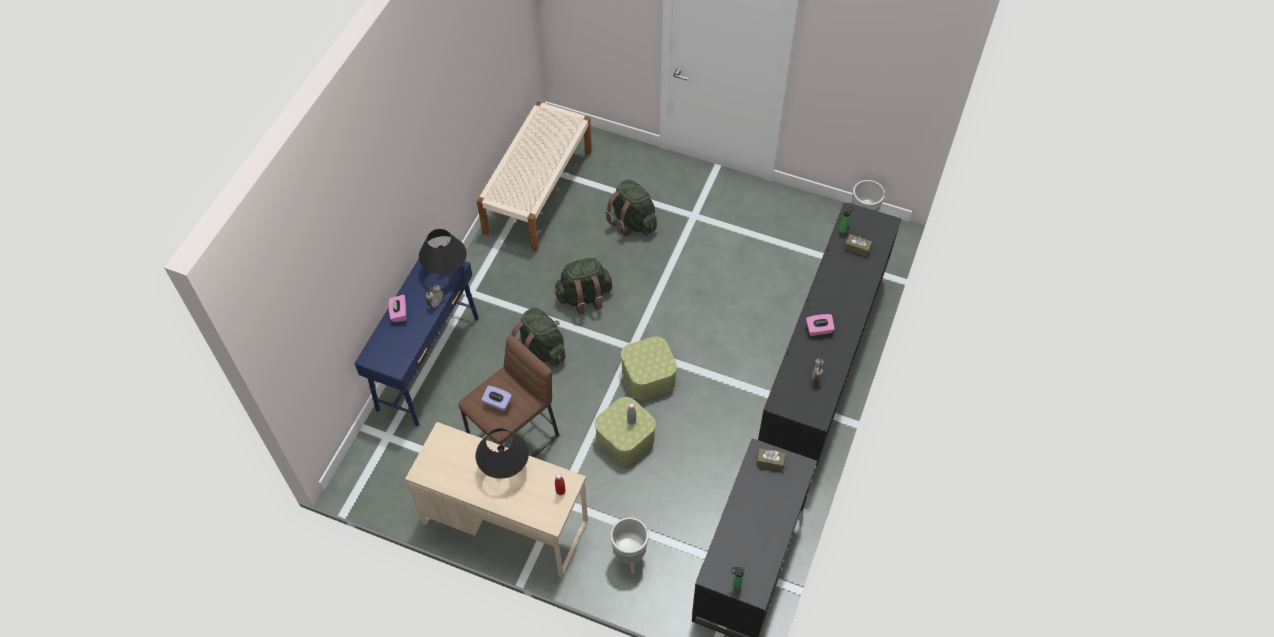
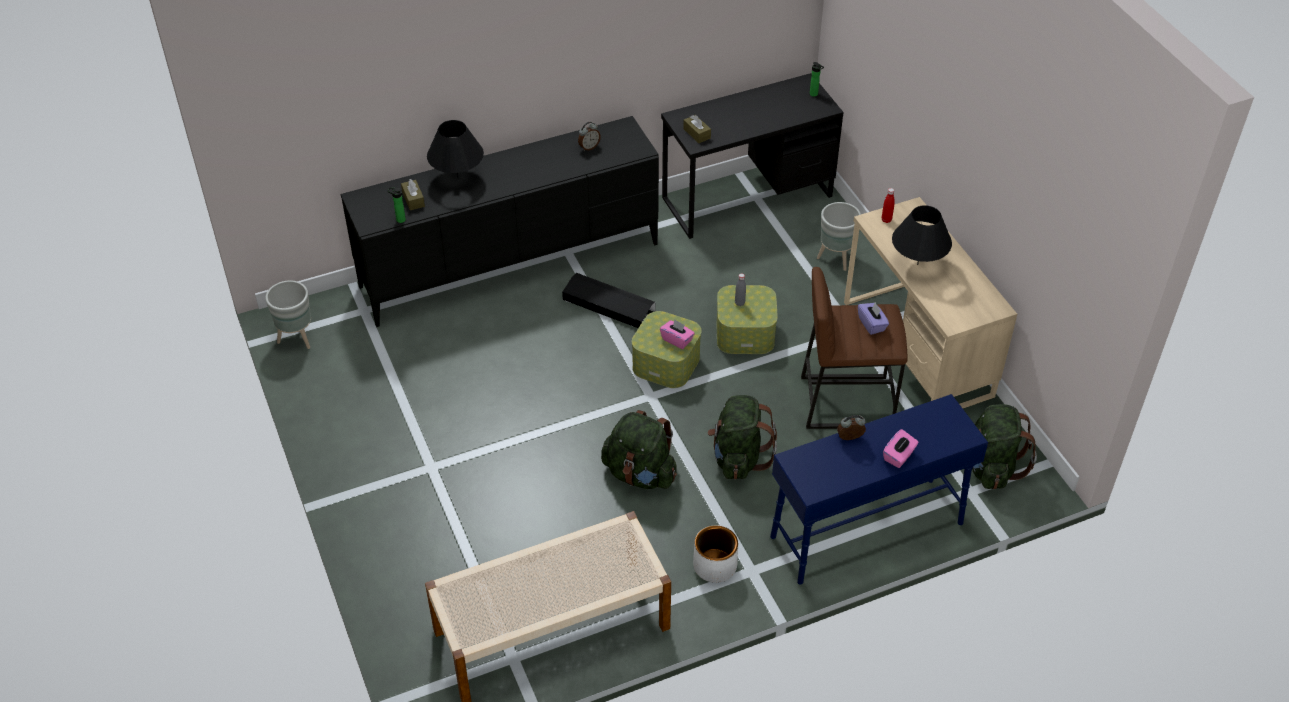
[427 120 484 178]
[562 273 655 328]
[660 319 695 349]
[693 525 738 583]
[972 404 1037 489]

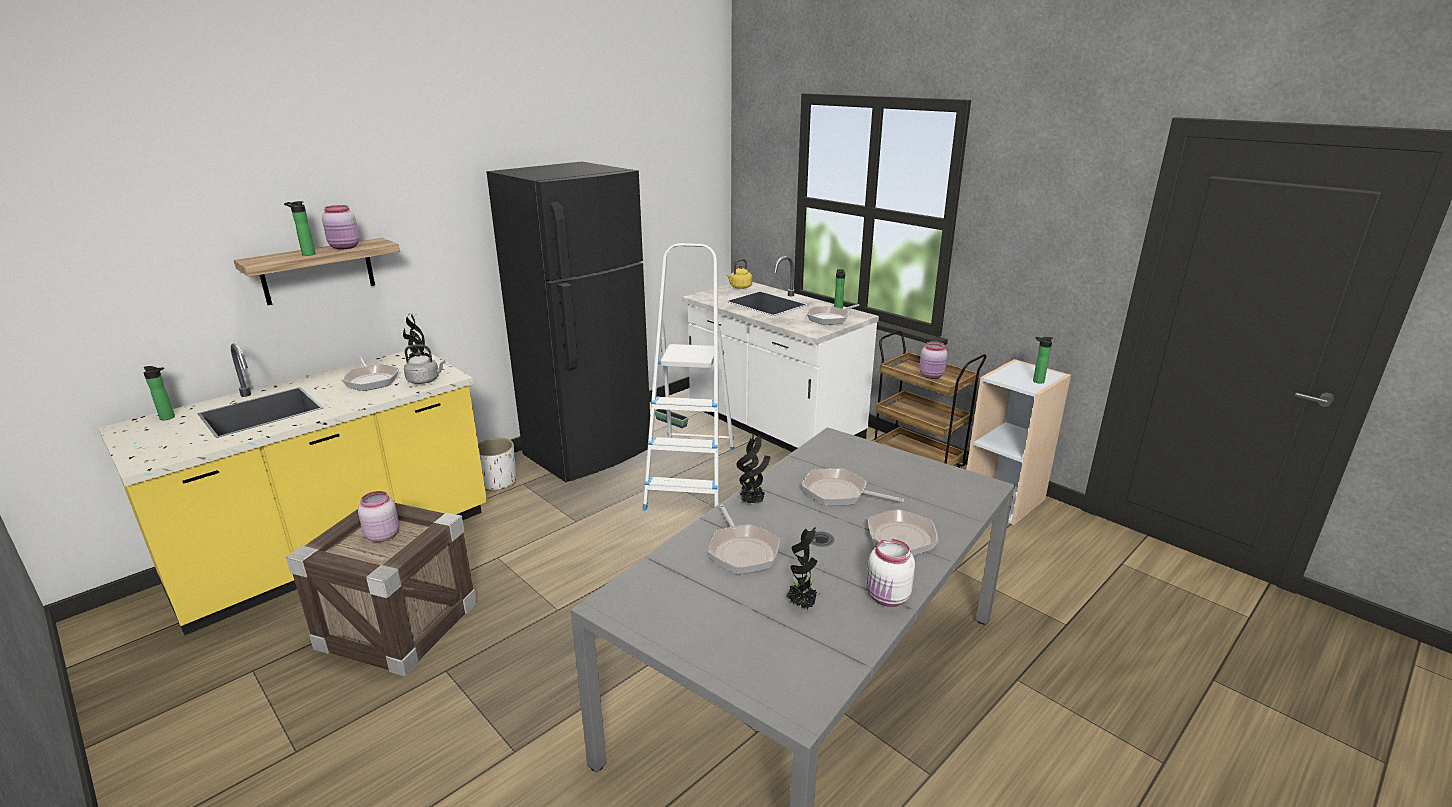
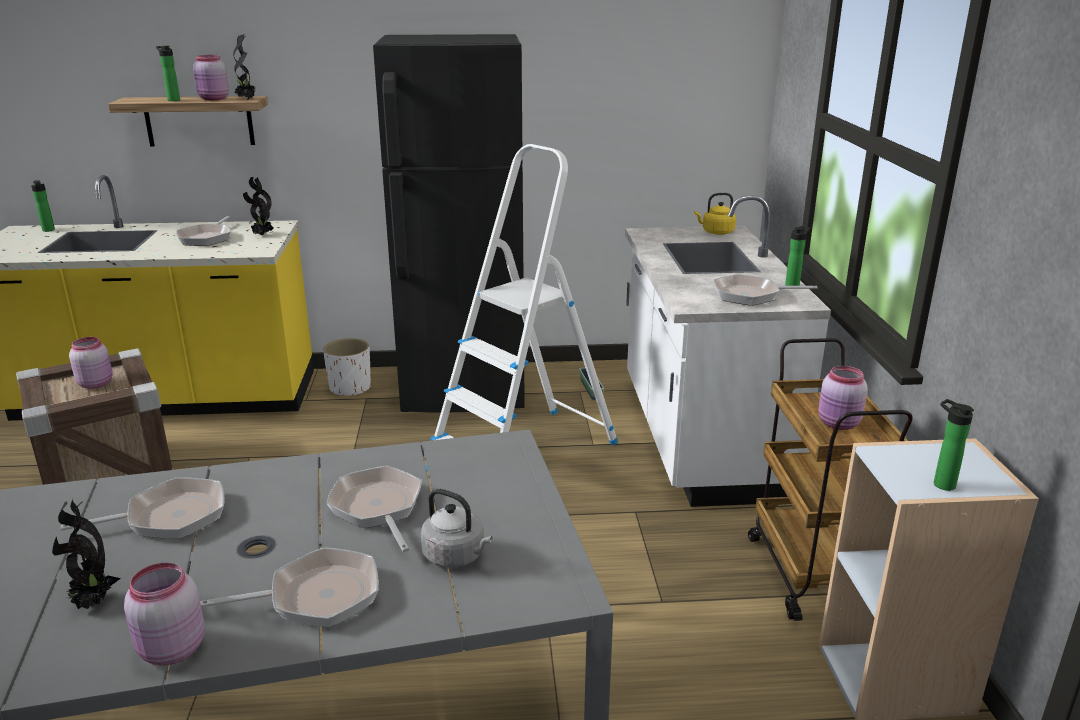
[60 478 225 539]
[124 562 205 665]
[233 34 256 100]
[421 489 493 568]

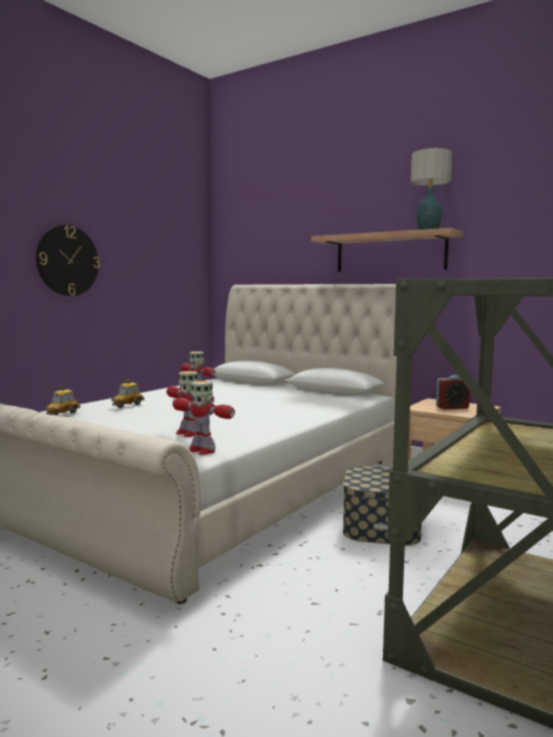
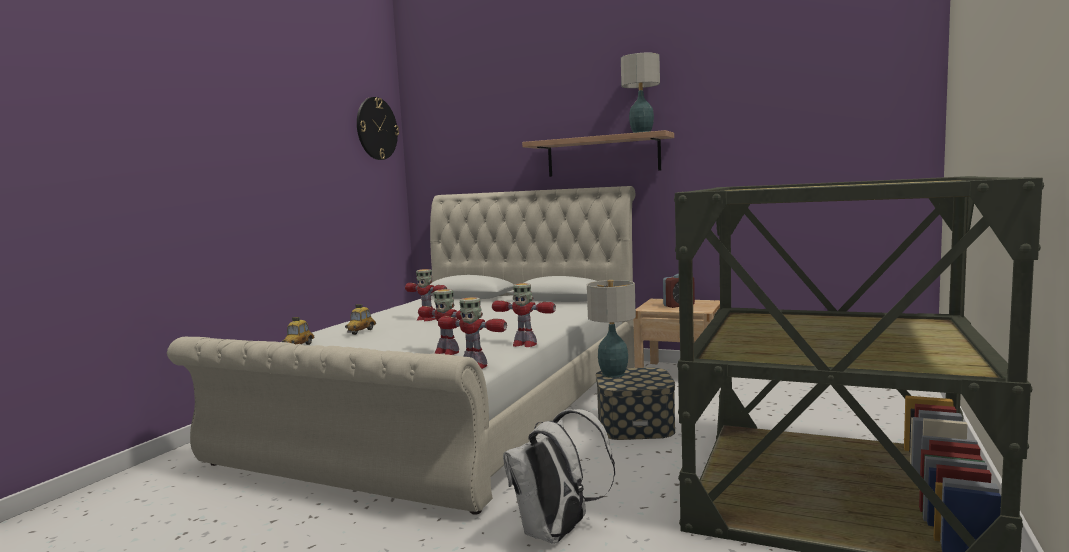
[357 97 399 160]
[492 283 556 347]
[503 409 615 544]
[587 280 636 378]

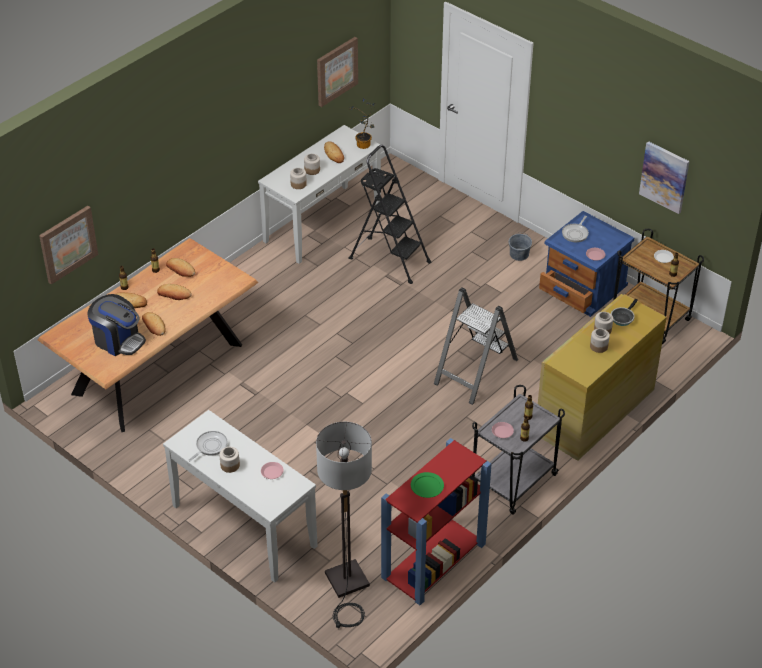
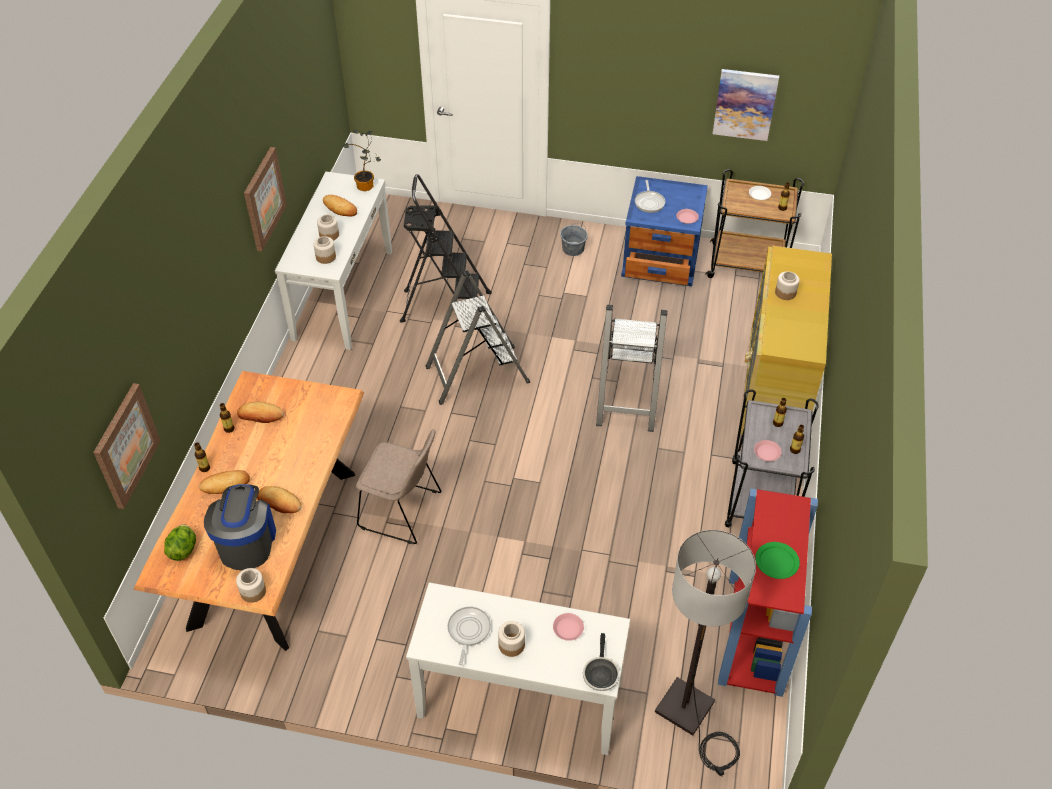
[164 524 196 561]
[204 484 276 570]
[236 568 266 603]
[244 147 287 252]
[356 429 441 544]
[425 271 530 405]
[583 633 619 691]
[157 284 192 300] (first image)

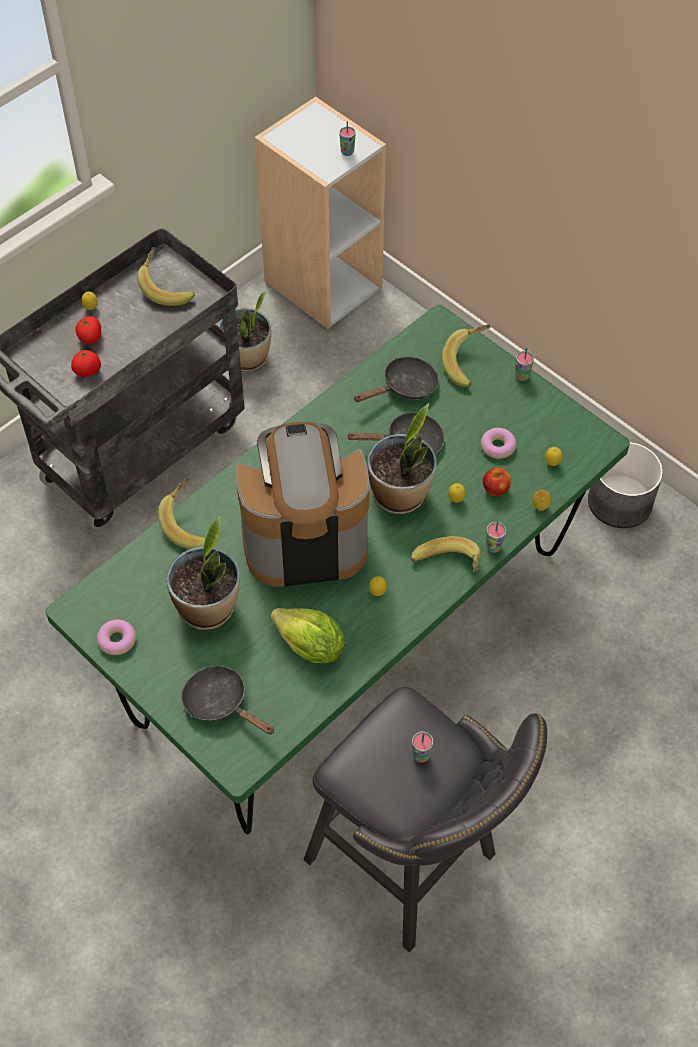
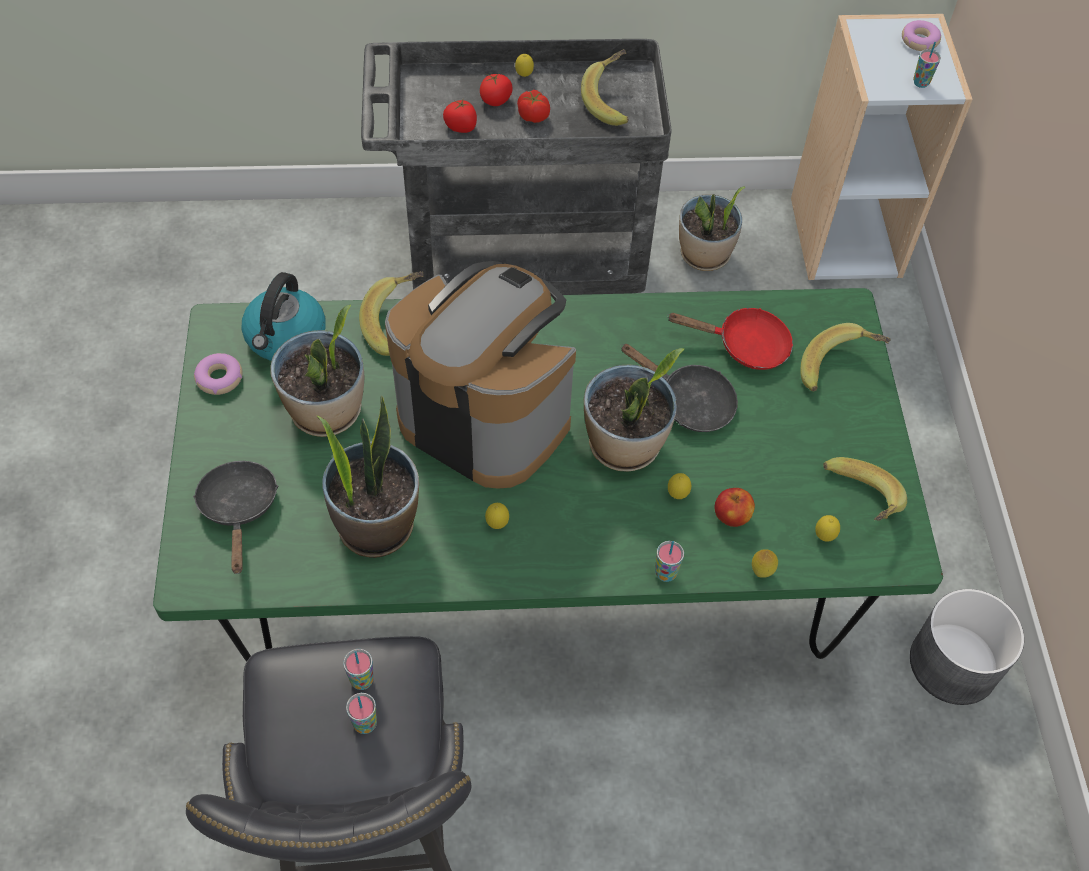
[241 272 326 361]
[317 395 419 558]
[343 649 374 690]
[517 90 550 123]
[667 308 793 370]
[823 457 907 521]
[902 20 941 51]

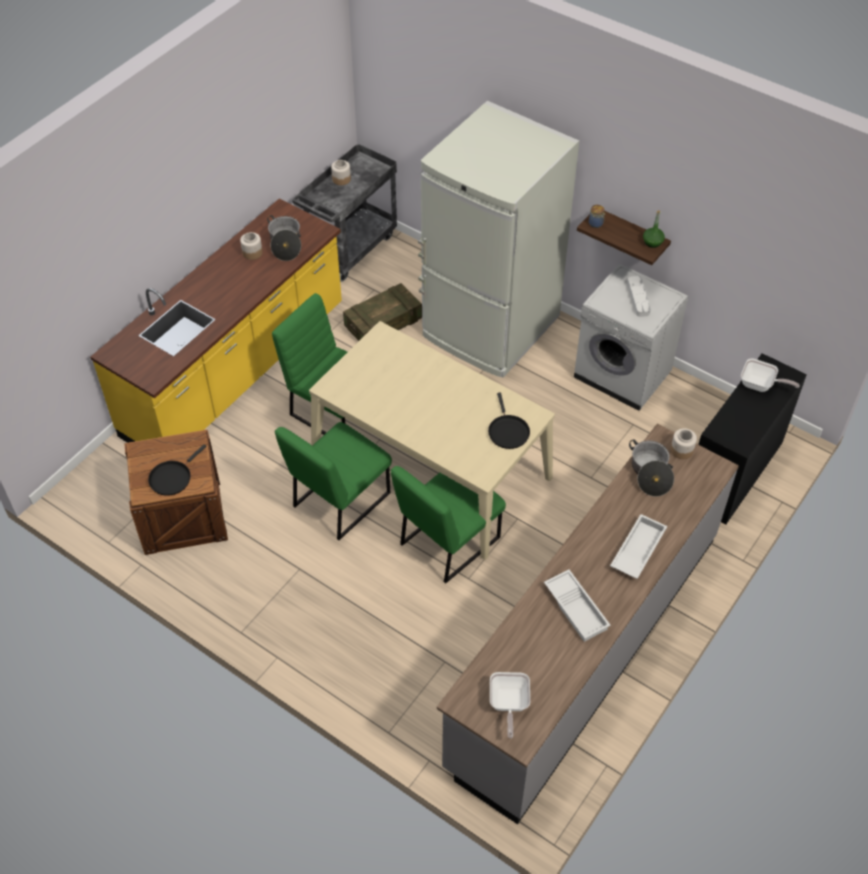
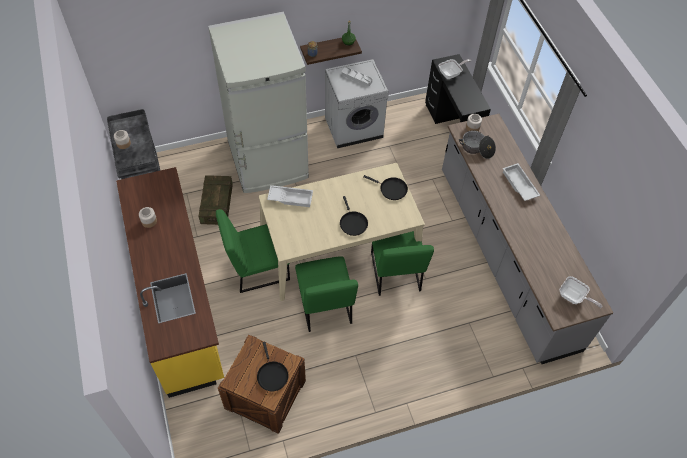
[267 185 313 207]
[340 196 368 236]
[267 215 301 261] (first image)

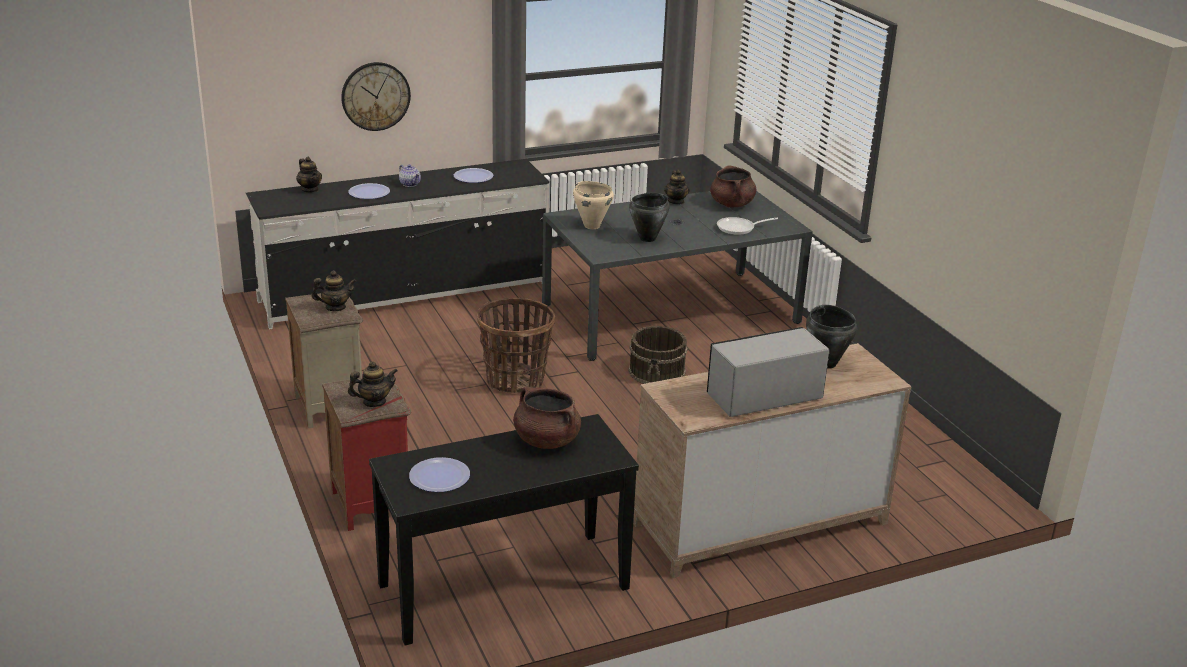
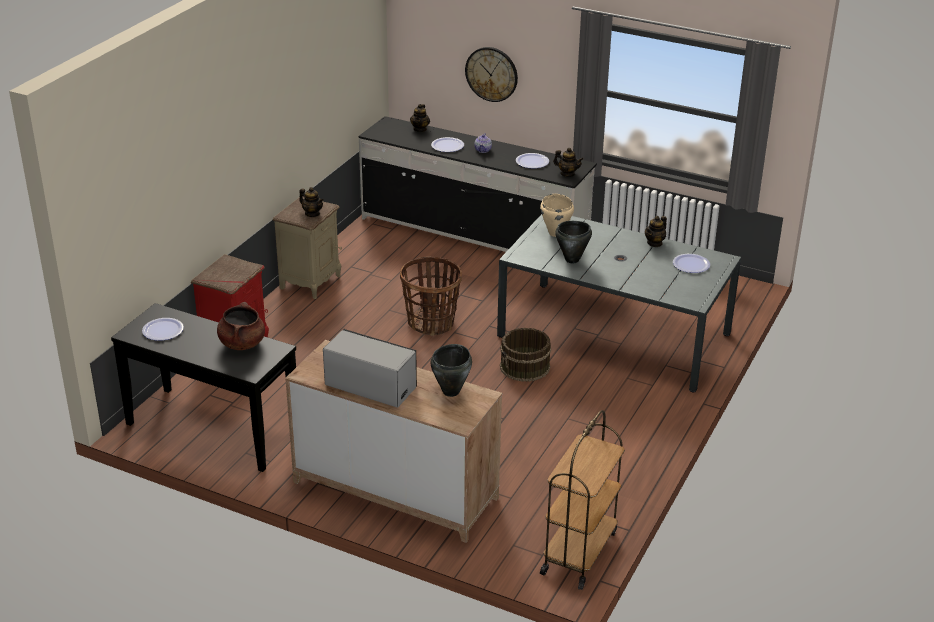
[540 410 625 590]
[553 148 584 177]
[673 254 710 273]
[717 217 778 235] (first image)

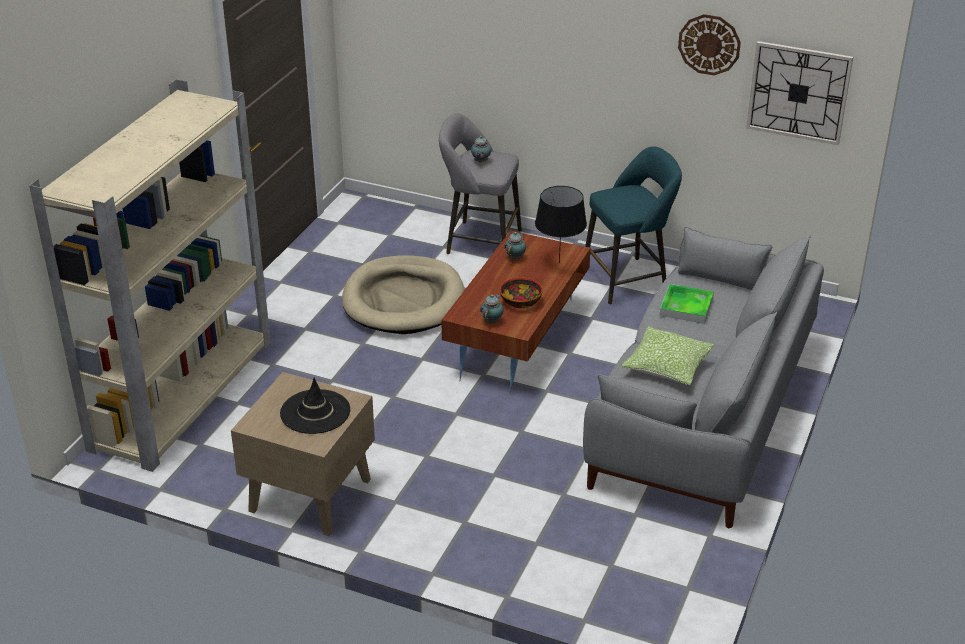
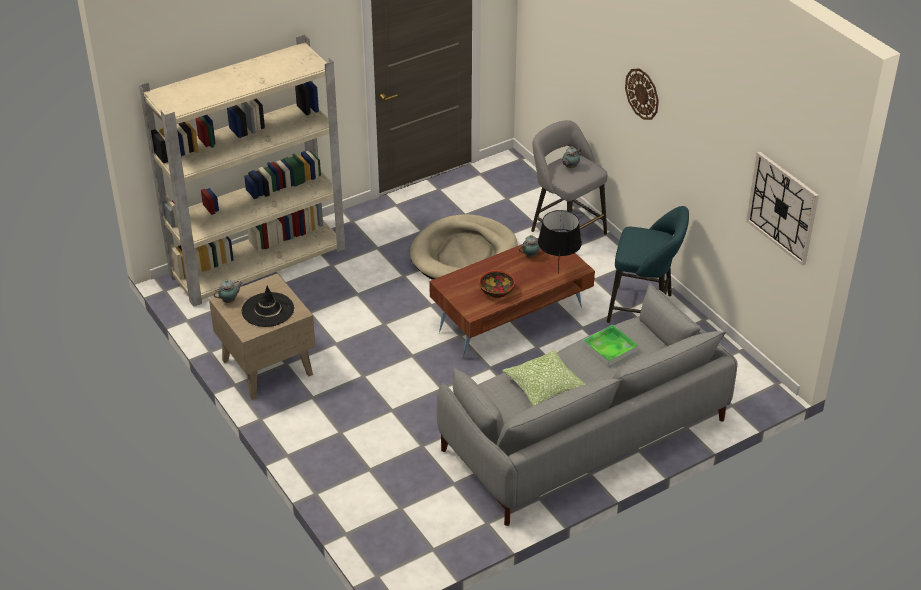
[214 280 243 303]
[625 68 659 120]

